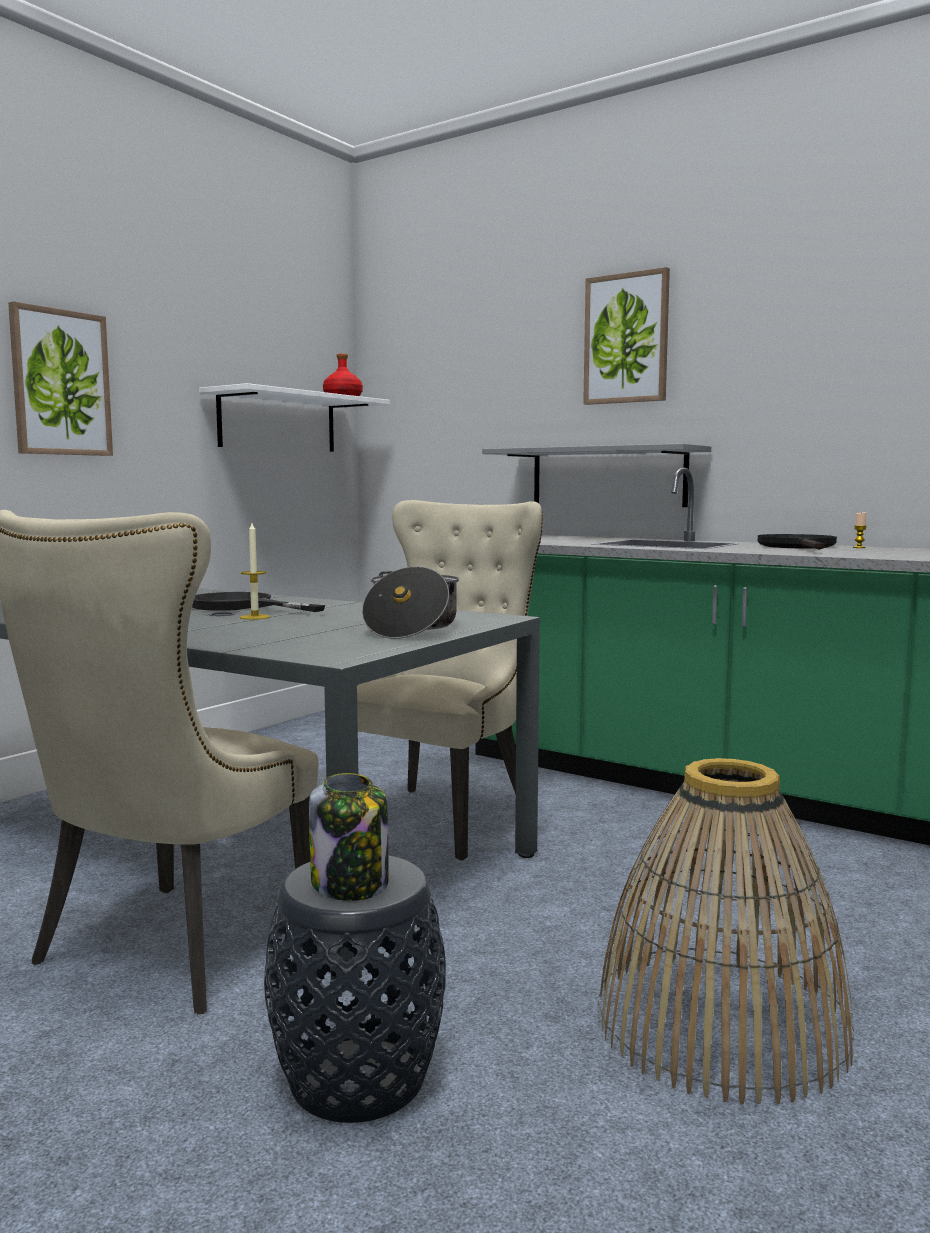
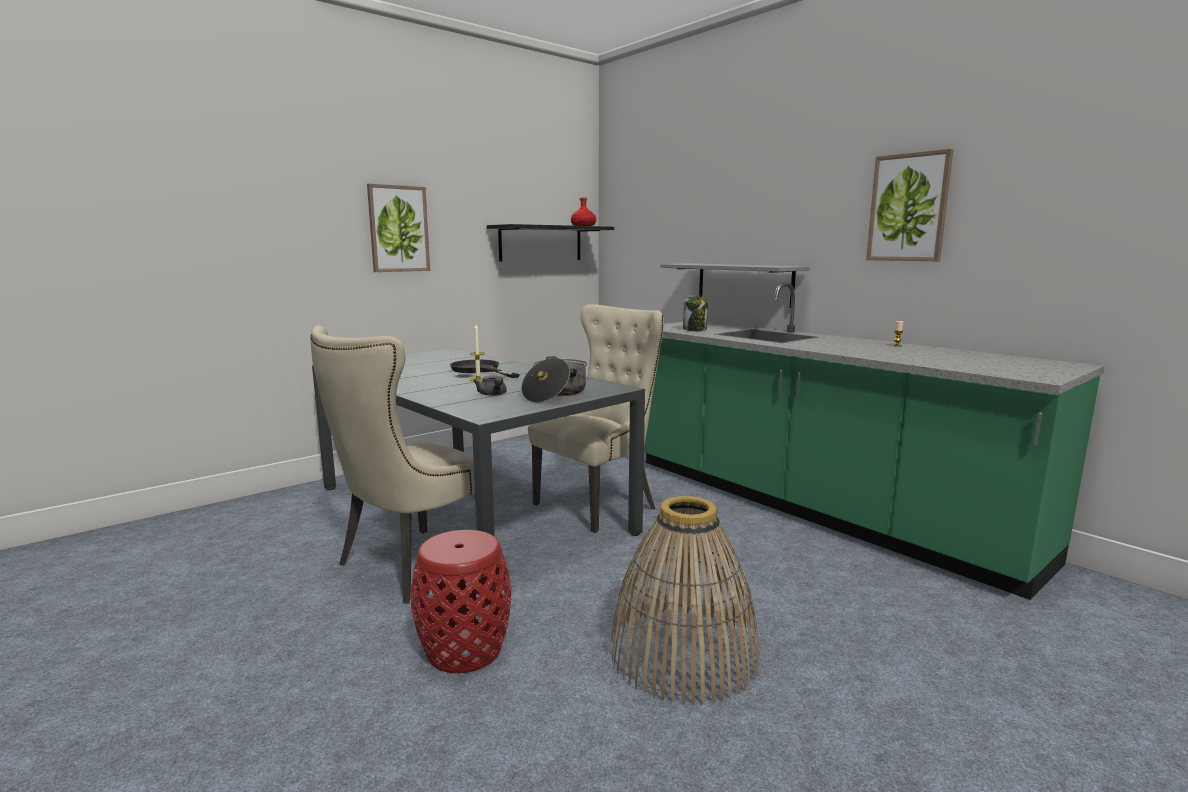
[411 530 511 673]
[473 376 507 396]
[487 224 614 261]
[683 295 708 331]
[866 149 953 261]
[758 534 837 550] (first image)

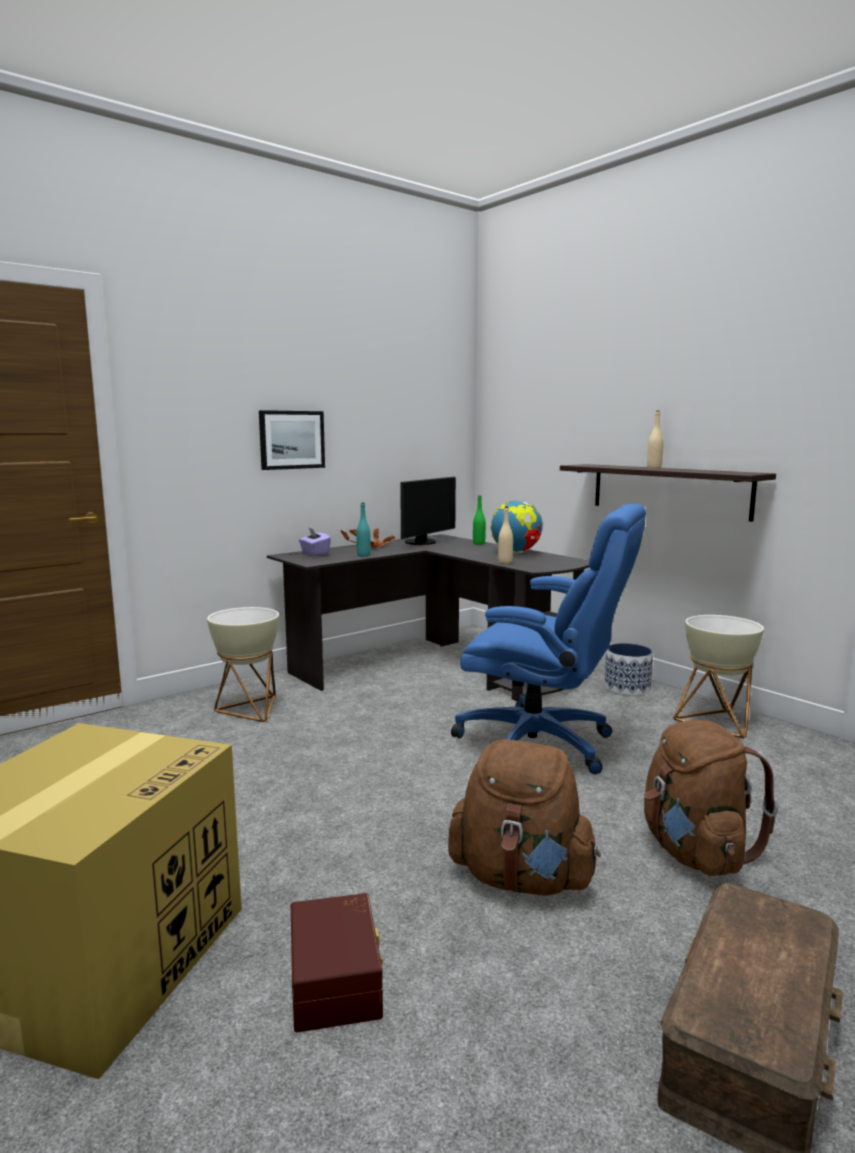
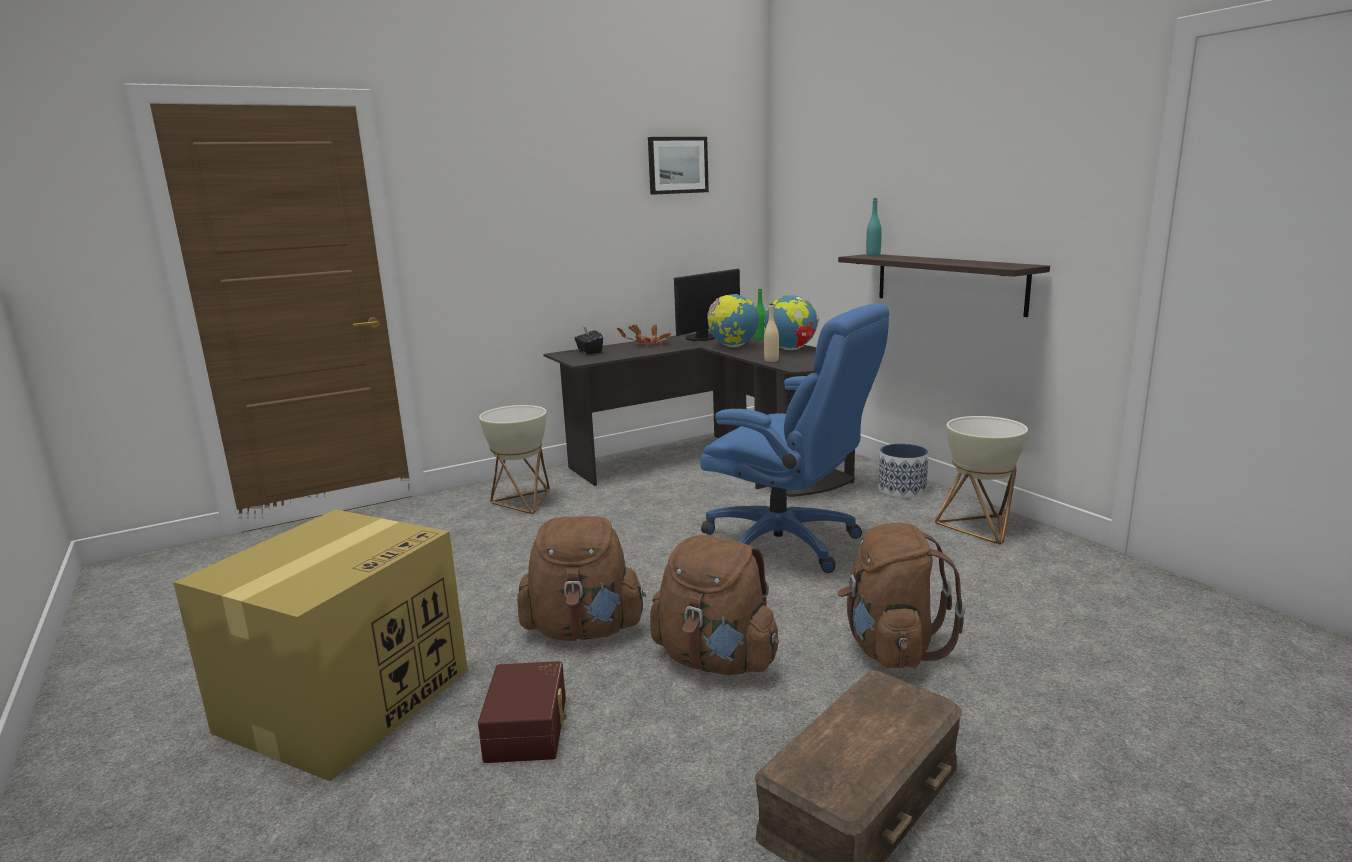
[517 516 646 641]
[574 326 603 354]
[648 137 709 195]
[707 294 759 347]
[866 198 882 256]
[647 411 664 468] (first image)

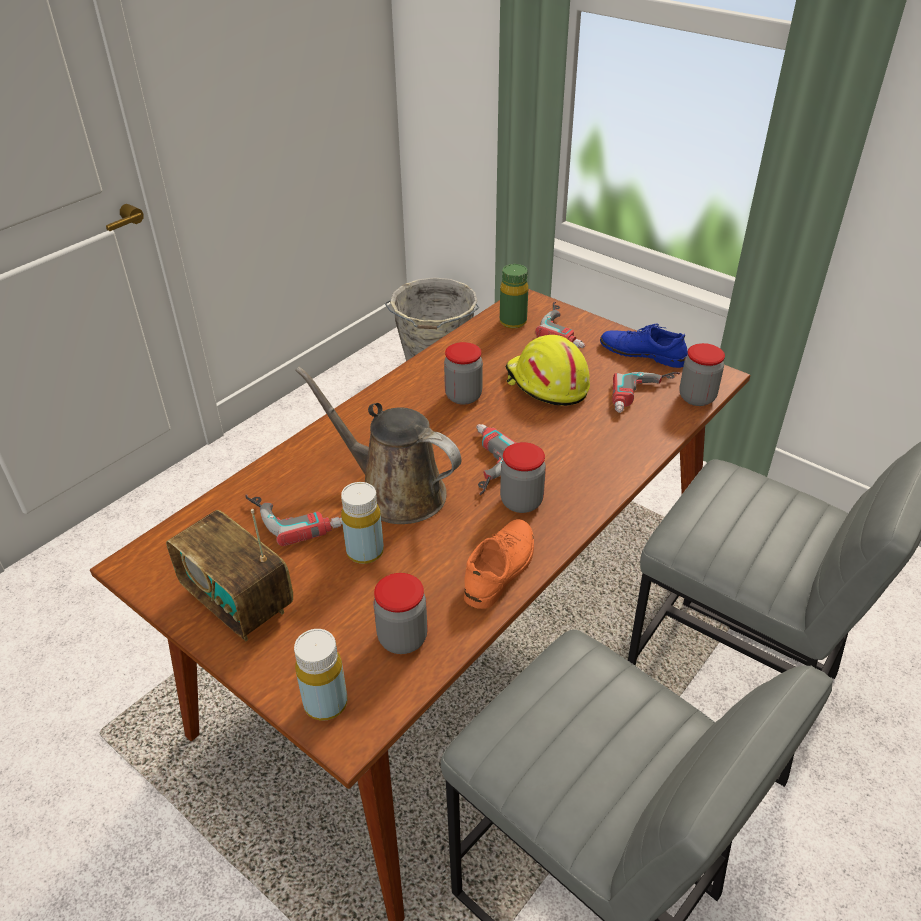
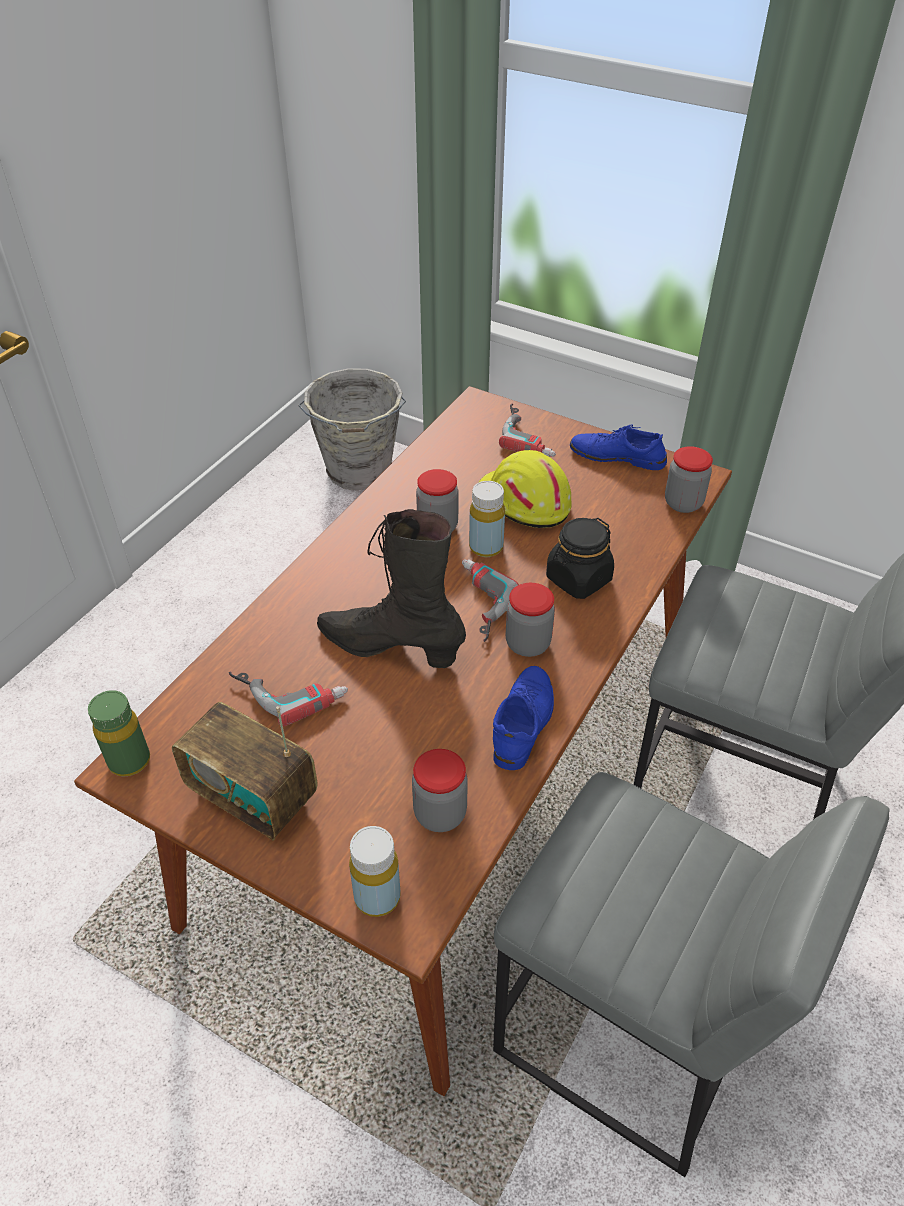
[88 690 150 776]
[317 509 466 668]
[469 481 505 557]
[493 666 554 770]
[546 518 614 599]
[612 372 680 413] (first image)

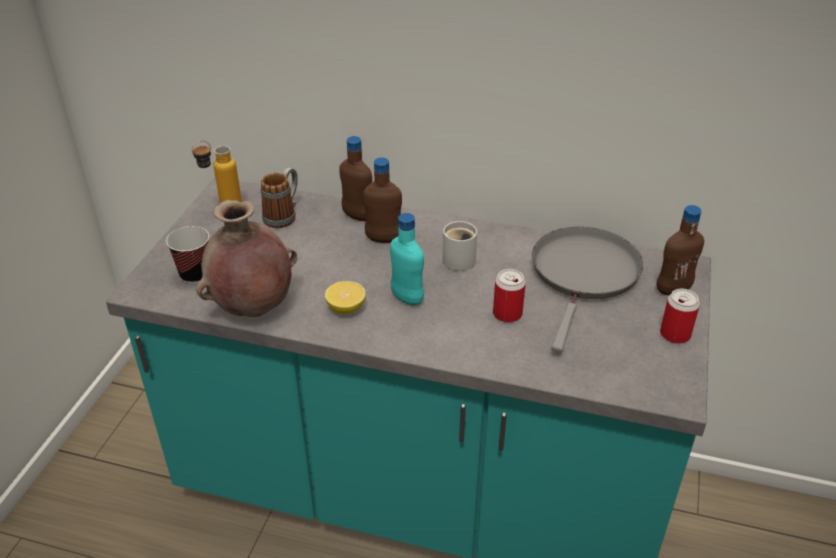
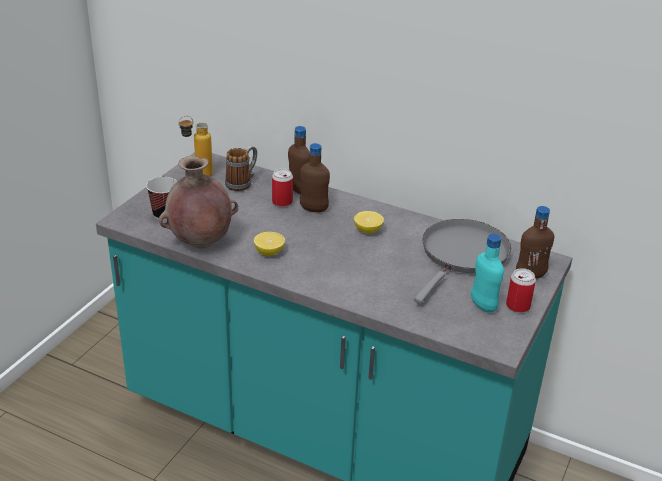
[272 169 293 207]
[354 211 384 234]
[471 234 504 313]

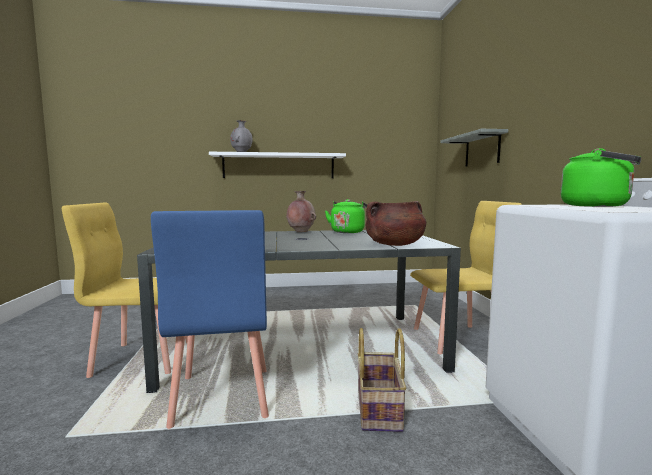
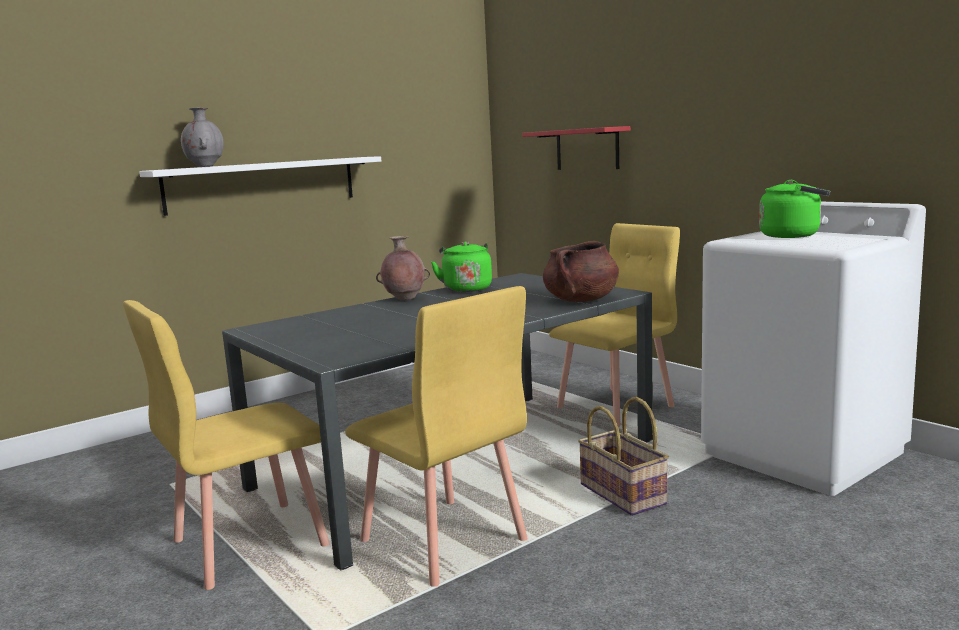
[345 286 528 588]
[522 126 631 170]

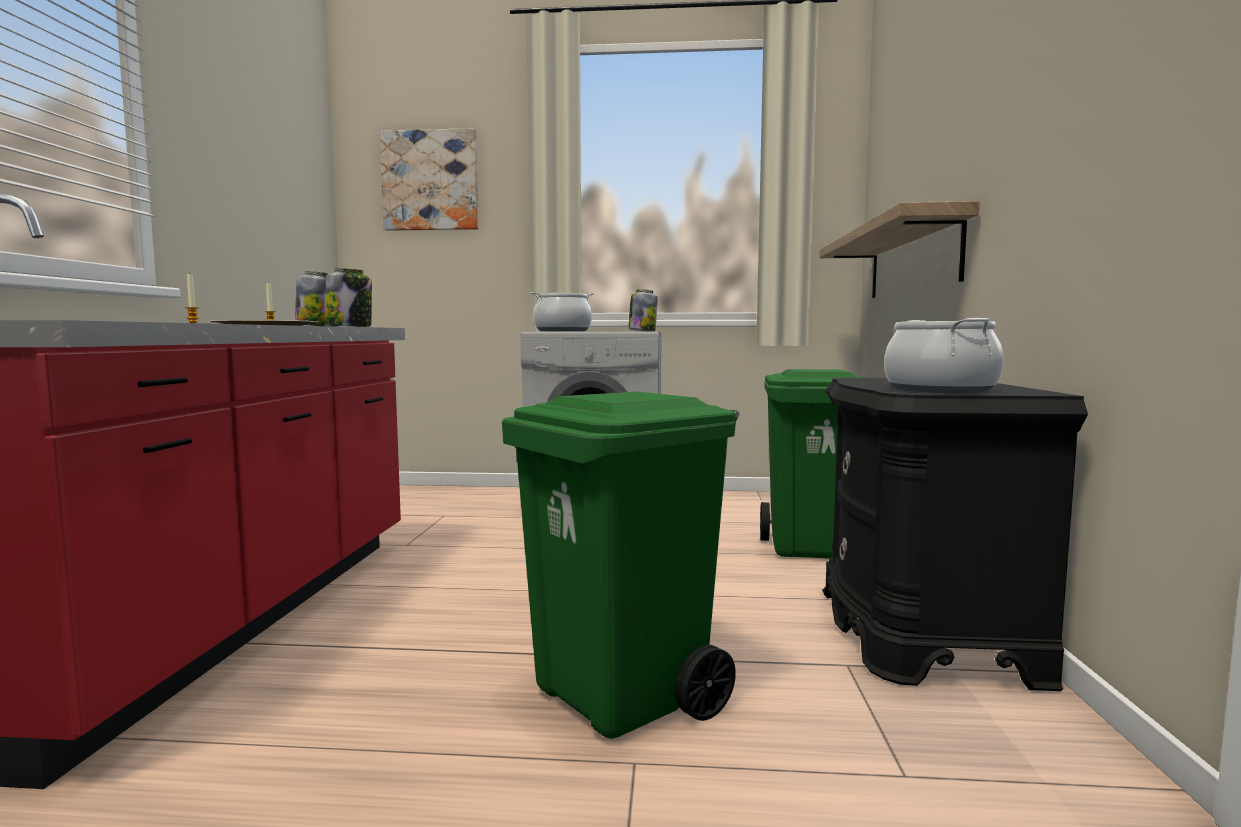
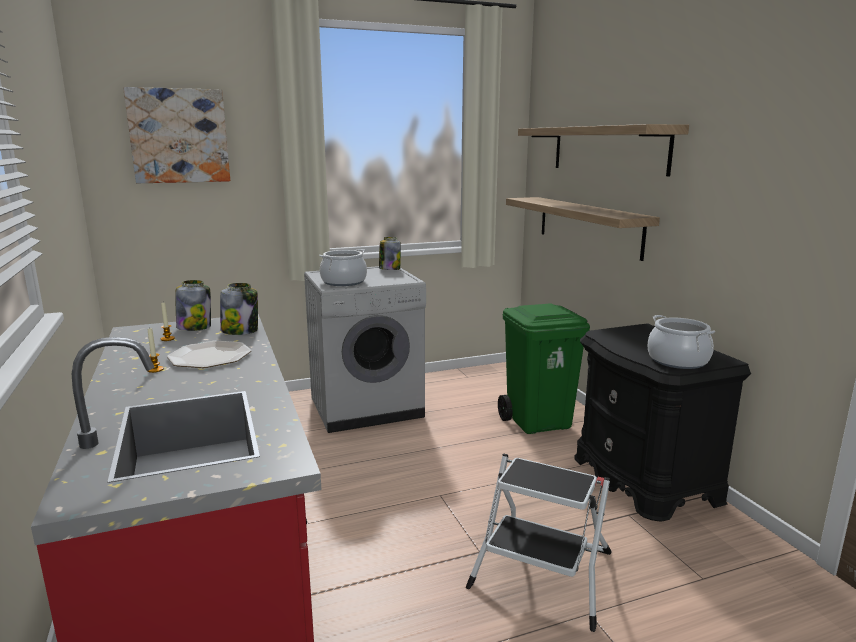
[466 453 612 632]
[518 124 689 176]

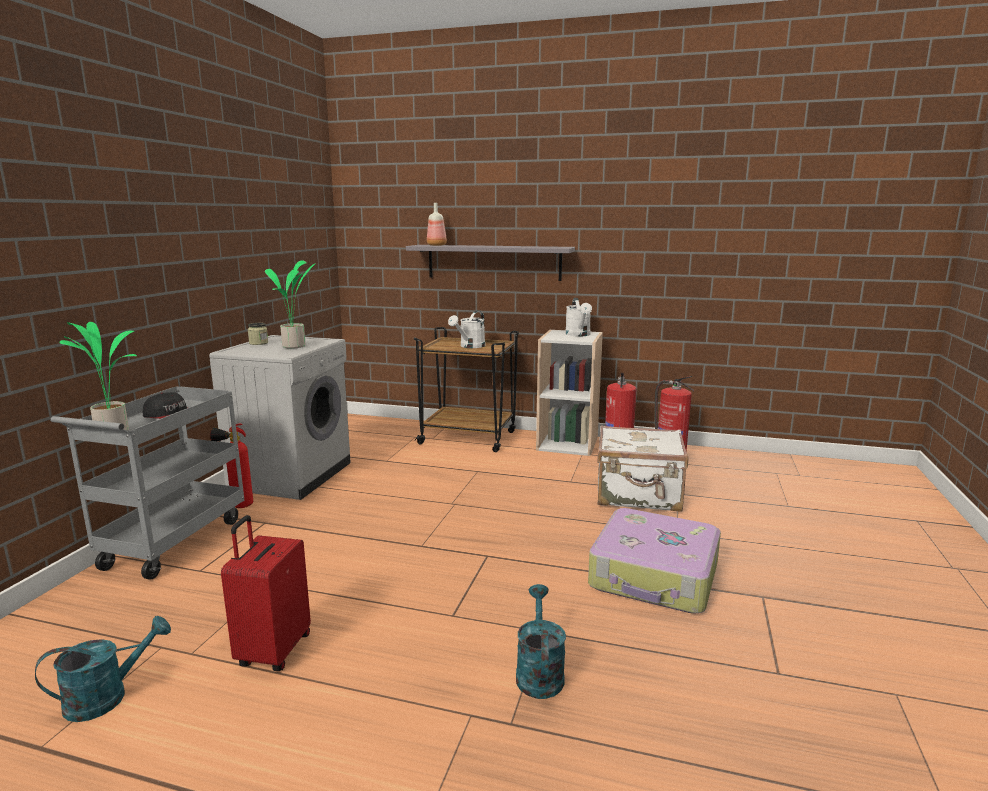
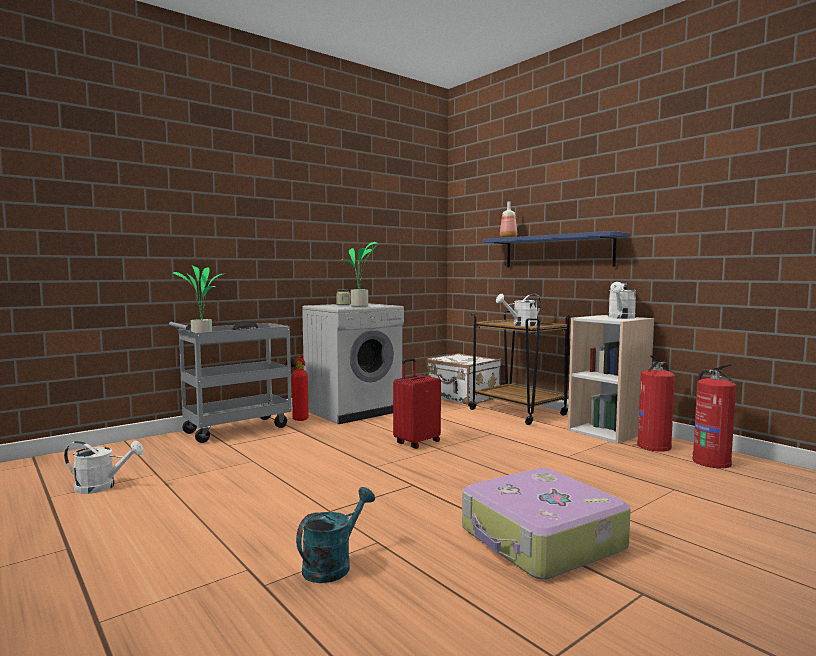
[64 441 144 494]
[393 358 441 449]
[426 353 501 405]
[483 231 628 268]

